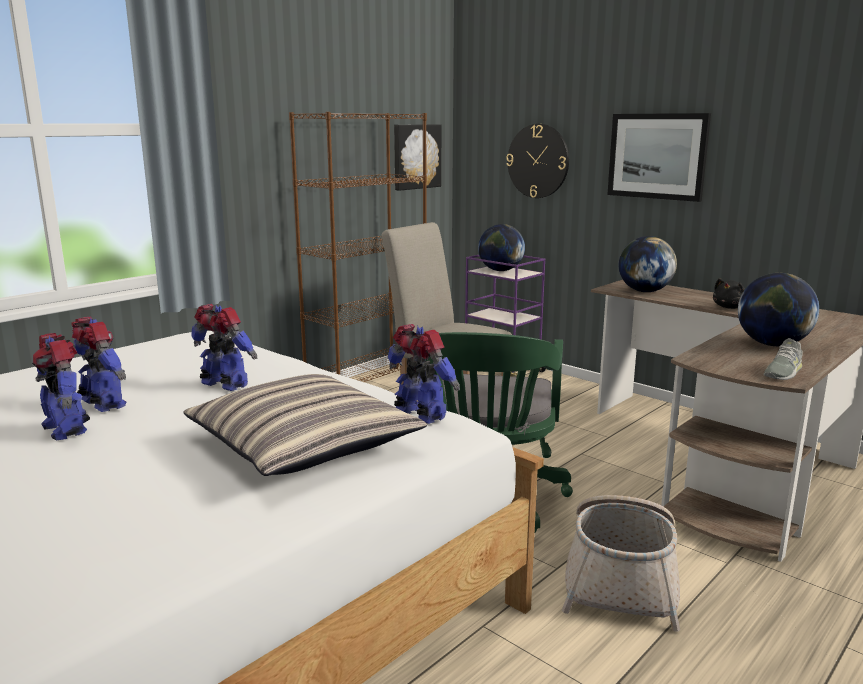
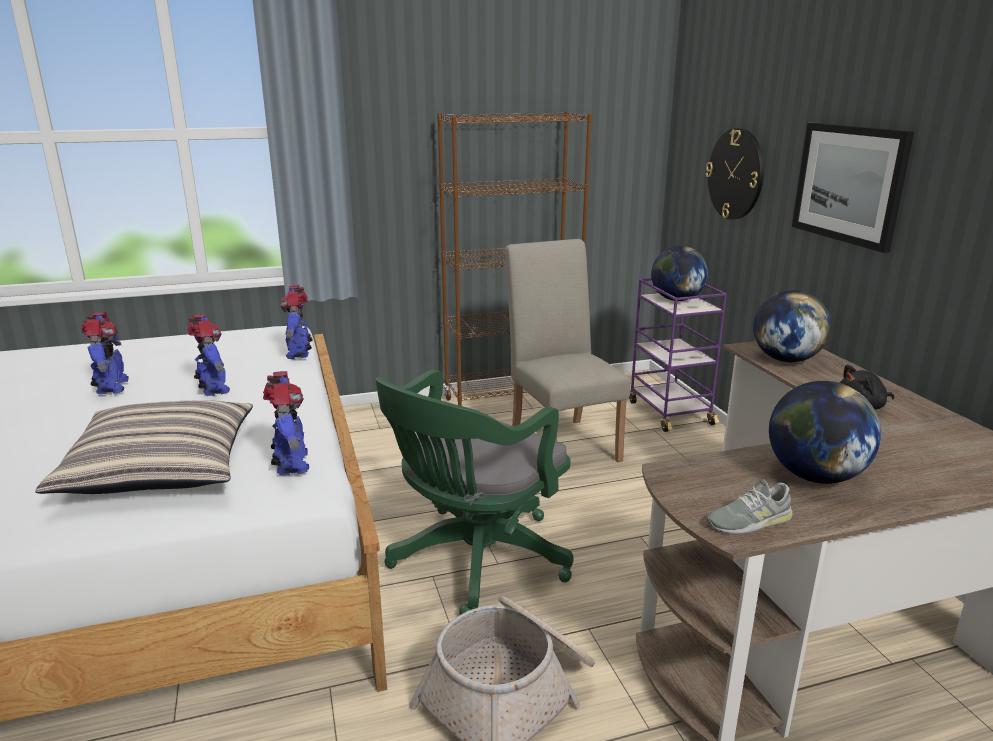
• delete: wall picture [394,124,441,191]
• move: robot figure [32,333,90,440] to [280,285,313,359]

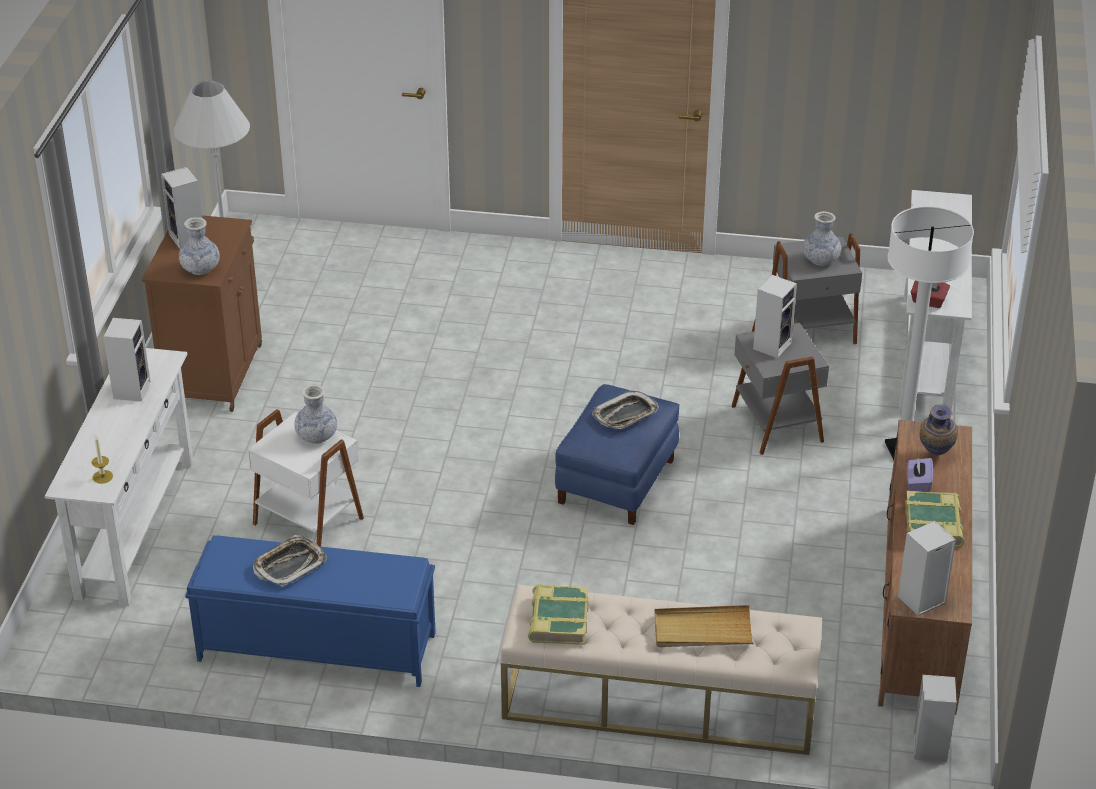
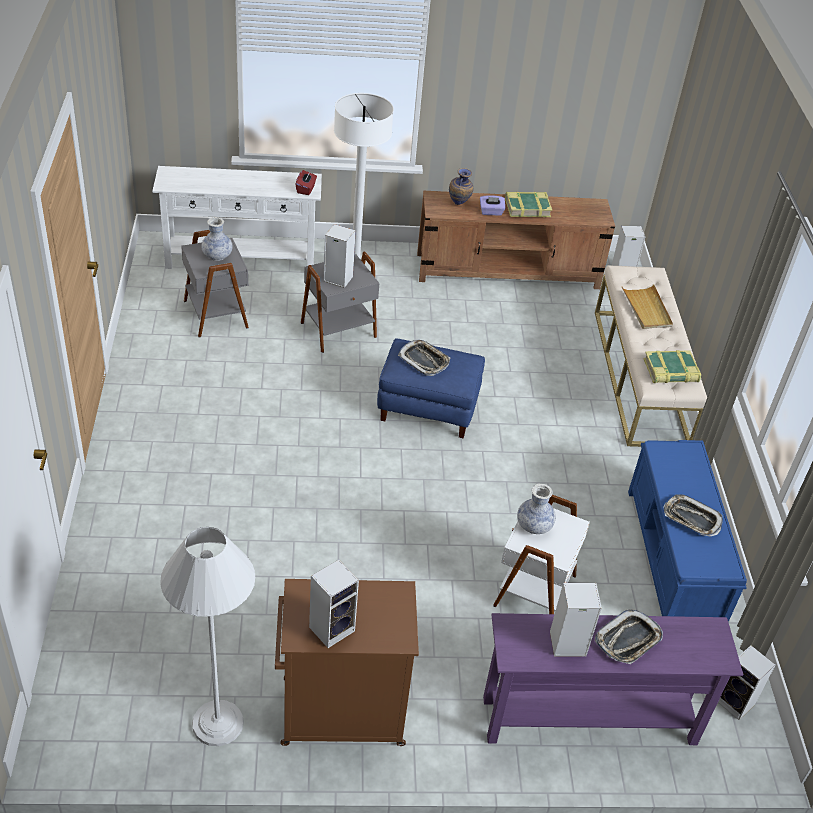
• delete: vase [179,218,220,275]
• recolor: whitish narrow table [45,348,193,606] to purple narrow table [483,613,743,745]
• delete: wax light [92,435,113,484]
• move: loudspeaker [898,521,956,616] to [718,645,775,720]
• insert: carrying tray [595,609,663,664]

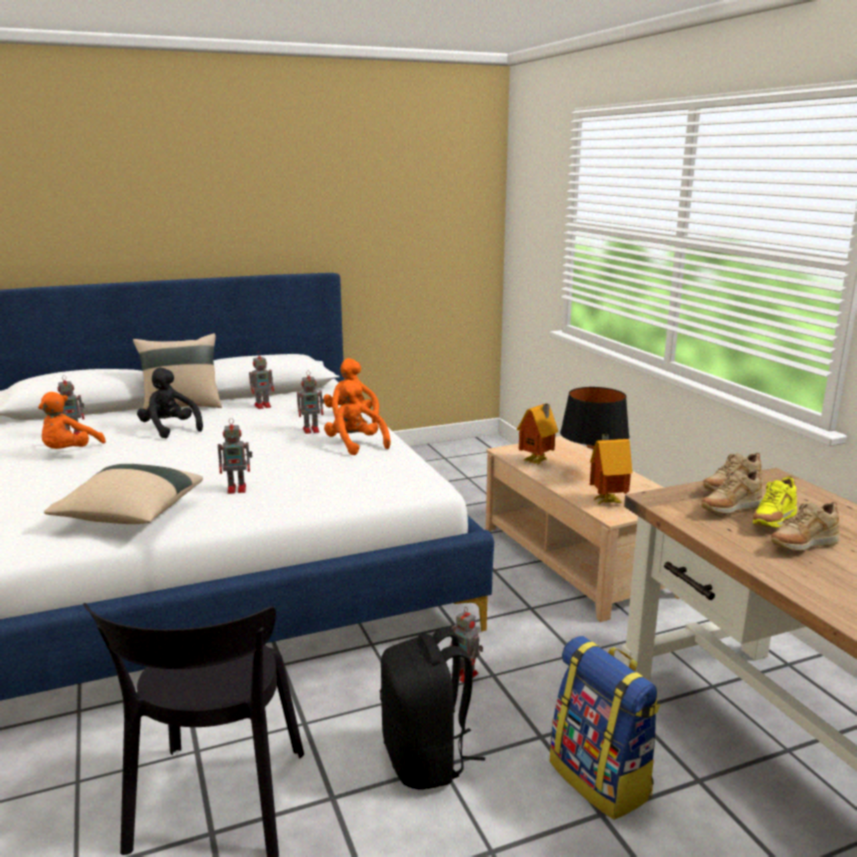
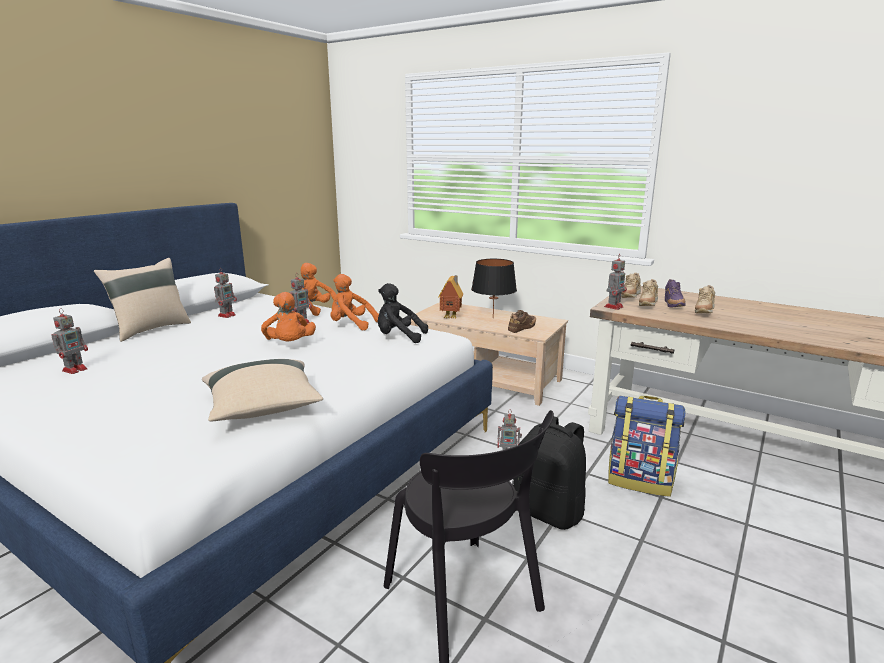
• move: black-coloured plush toy [137,368,203,438] to [378,283,428,343]
• move: orange plush toy [38,392,106,449] to [261,292,316,341]
• move: robot figure [218,418,252,494] to [604,255,627,310]
• replace: toy house [589,434,632,505] to brown-coloured shoe [508,310,536,333]
• recolor: yellow shoe [753,476,797,527] to purple shoe [665,279,686,308]

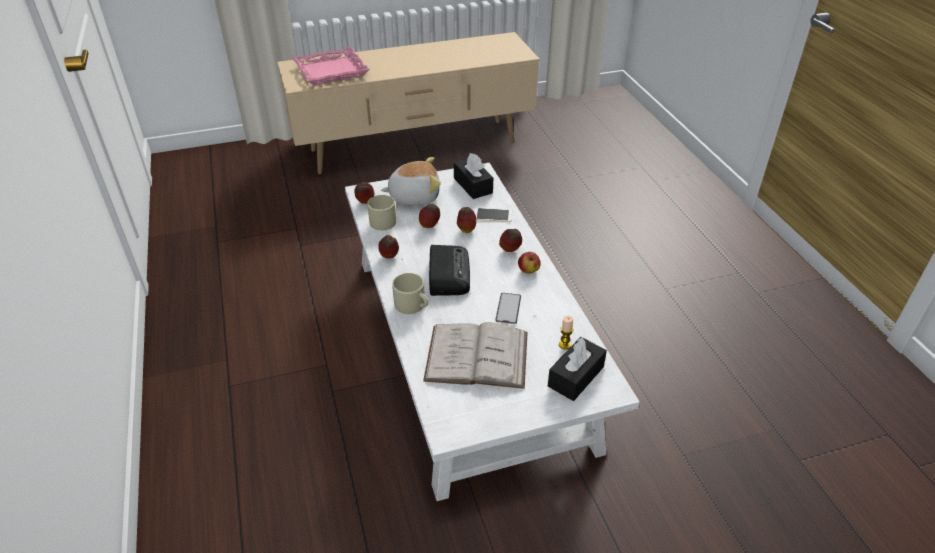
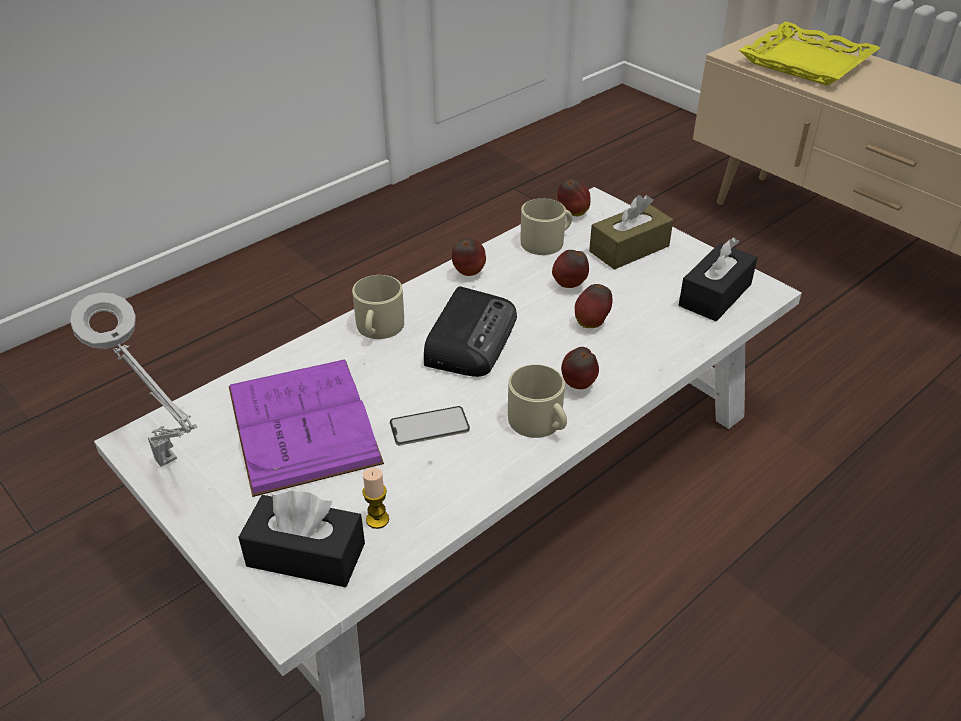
• recolor: pinkish carrying tray [293,47,370,85] to yellow carrying tray [739,21,880,86]
• replace: plush toy [381,157,441,205] to brown-coloured box of tissues [589,195,673,270]
• delete: phone [473,208,512,222]
• rotate: radio receiver [429,245,470,296] = [424,286,517,377] 45 degrees counterclockwise
• replace: apple fruit [518,252,541,274] to sand-coloured coffee mug [508,364,567,438]
• recolor: whitish book [423,322,528,389] to purple book [228,359,384,497]
• insert: gray lamp for a table [70,293,198,467]

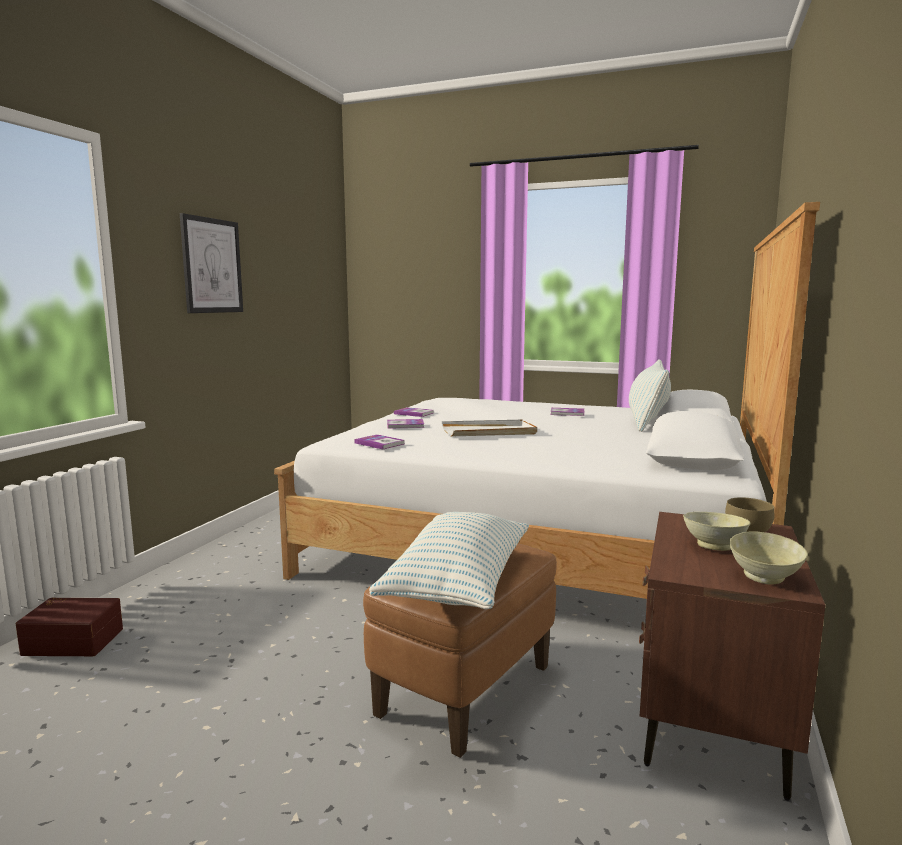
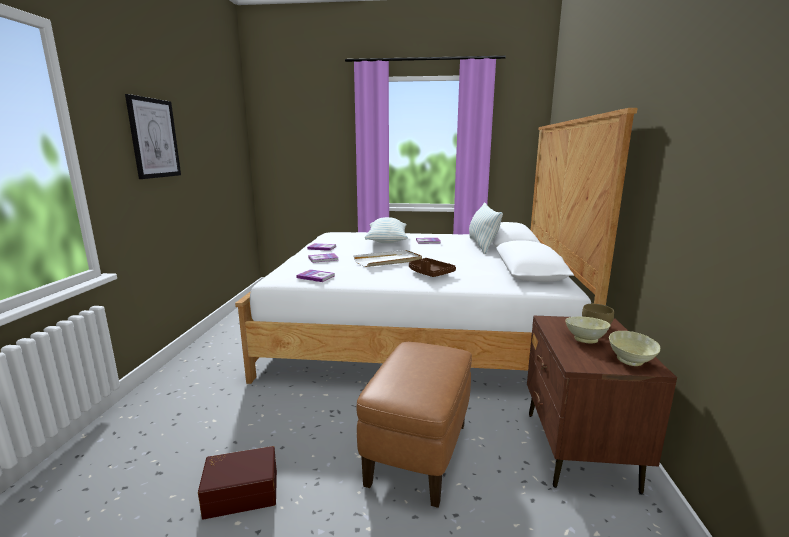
• move: cushion [369,512,529,609] to [365,217,408,243]
• move: brown-coloured storage box [16,598,123,656] to [198,446,277,519]
• insert: brown-coloured carrying tray [409,258,456,277]

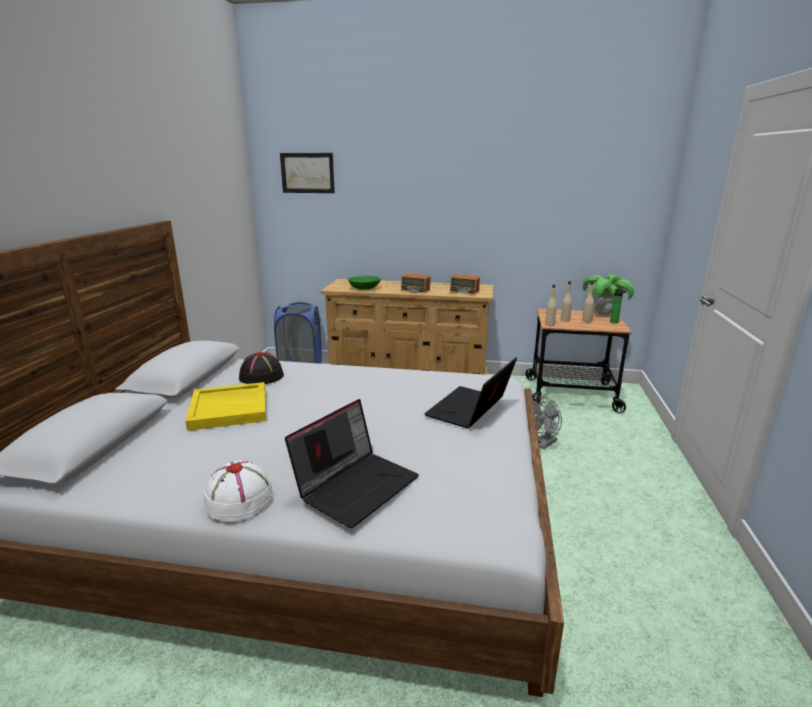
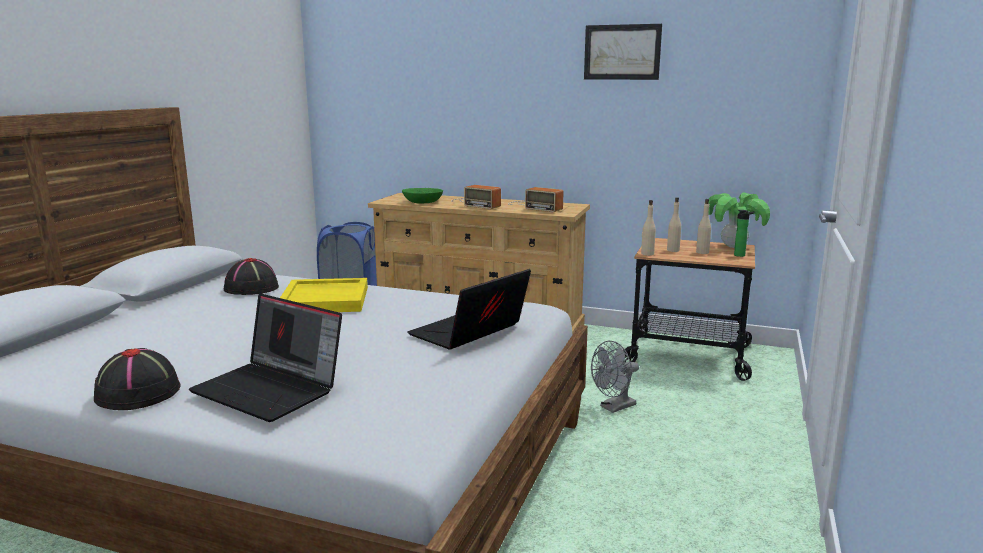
• move: wall picture [280,153,335,193] to [584,24,662,80]
• move: yellow carrying tray [186,382,266,431] to [280,278,368,312]
• rotate: laptop [285,399,419,528] = [189,293,342,422] 75 degrees clockwise
• recolor: whitish wearable hat [204,460,274,521] to black-coloured wearable hat [94,348,181,410]

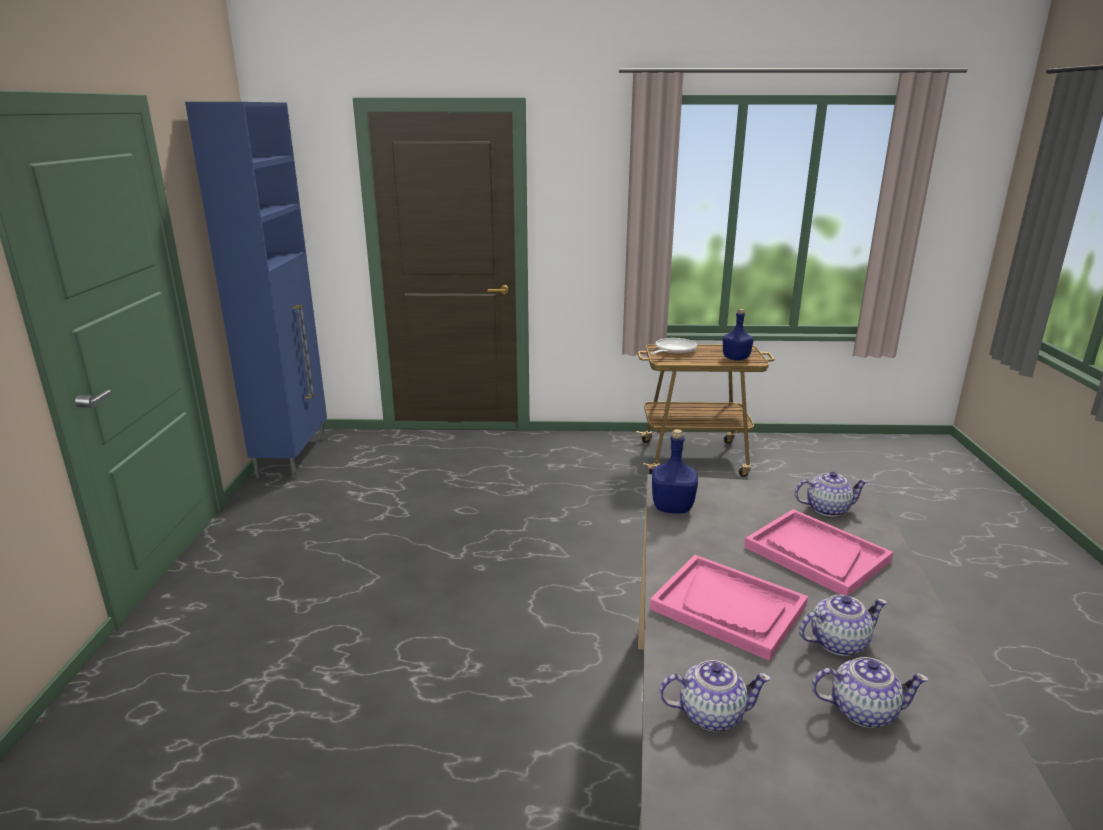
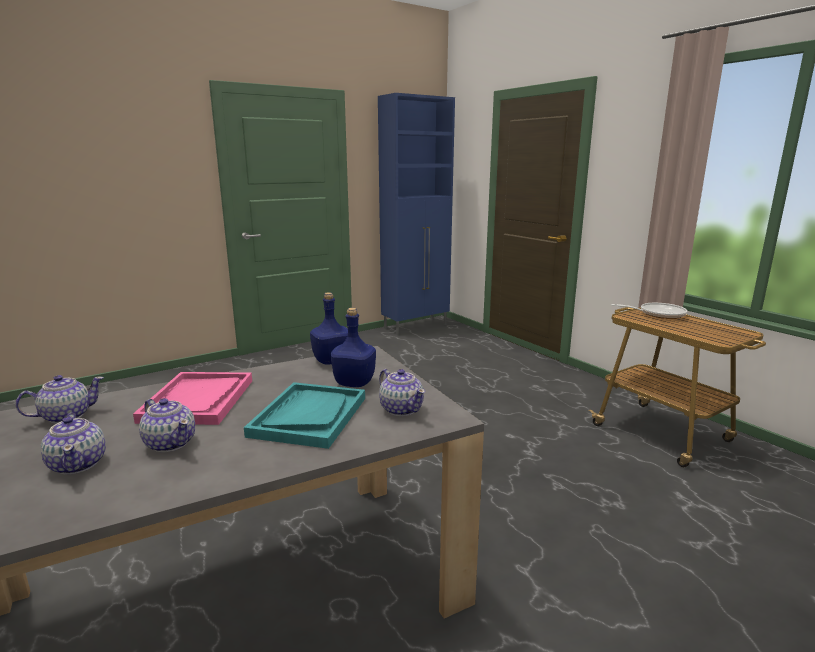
• move: blue-coloured beverage bottle [723,309,754,361] to [331,308,376,387]
• recolor: pinkish carrying tray [744,509,893,596] to blue-green carrying tray [244,382,365,449]
• rotate: teapot [659,660,771,731] = [16,375,104,424] 90 degrees counterclockwise

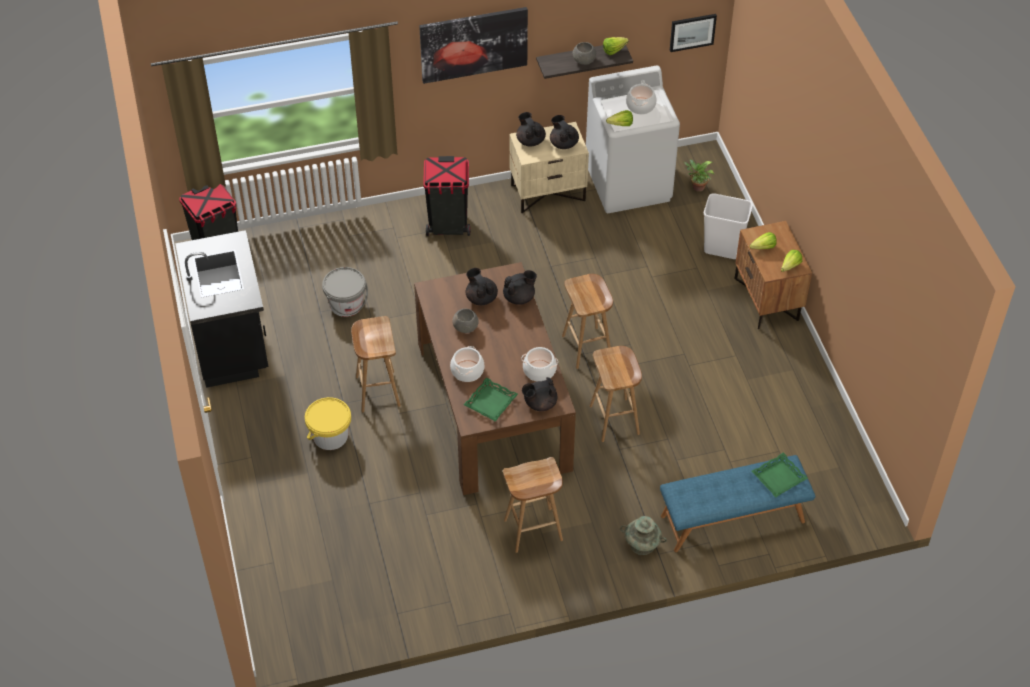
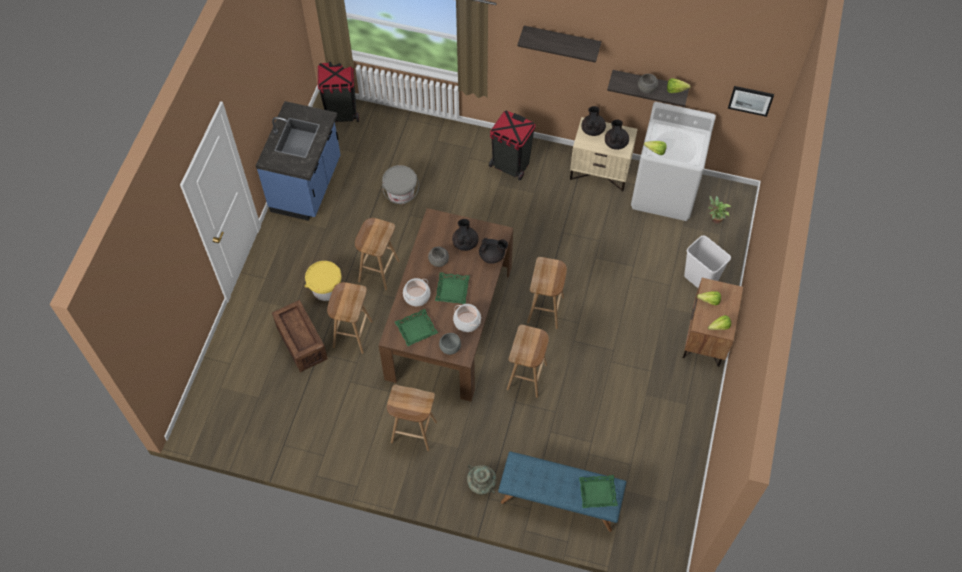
• replace: wall picture [419,7,528,84] to shelf [517,26,601,63]
• delete: saucepot [626,83,657,114]
• recolor: black-coloured counter [175,230,268,388] to blue-coloured counter [256,101,341,221]
• replace: black-coloured teapot [522,377,558,411] to gray deep dish [439,333,461,355]
• insert: greenish carrying tray [435,272,470,304]
• insert: brown-coloured sitting stool [327,282,373,354]
• insert: packing crate [272,300,328,372]

